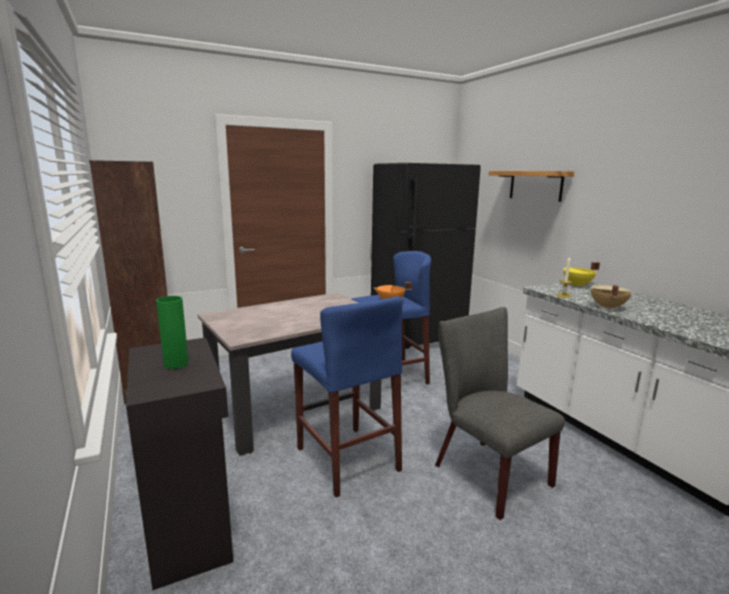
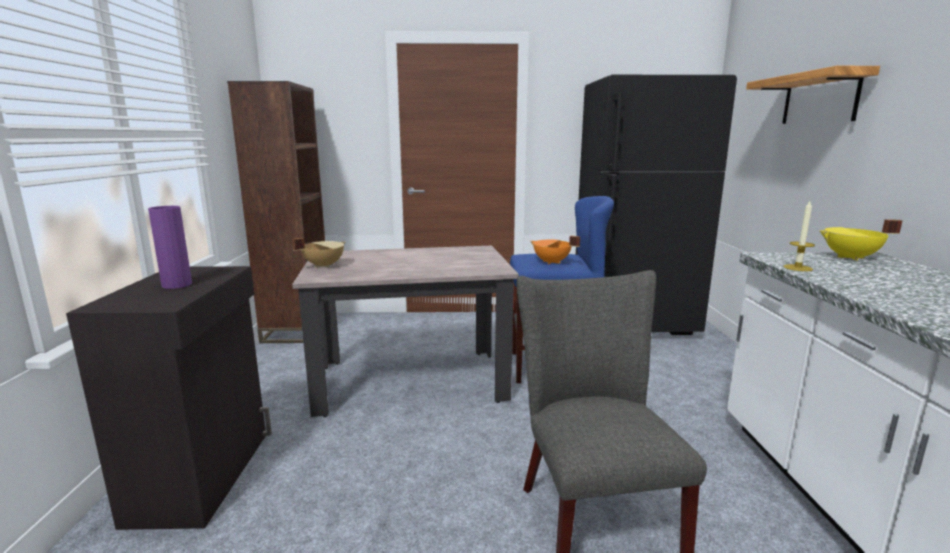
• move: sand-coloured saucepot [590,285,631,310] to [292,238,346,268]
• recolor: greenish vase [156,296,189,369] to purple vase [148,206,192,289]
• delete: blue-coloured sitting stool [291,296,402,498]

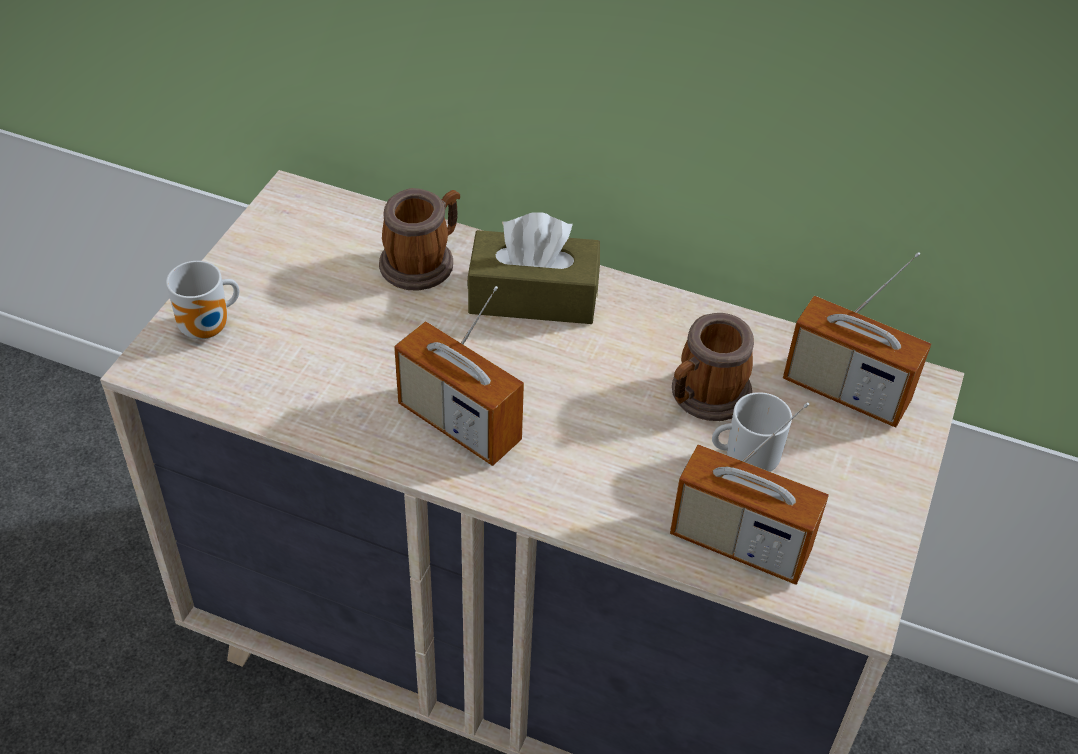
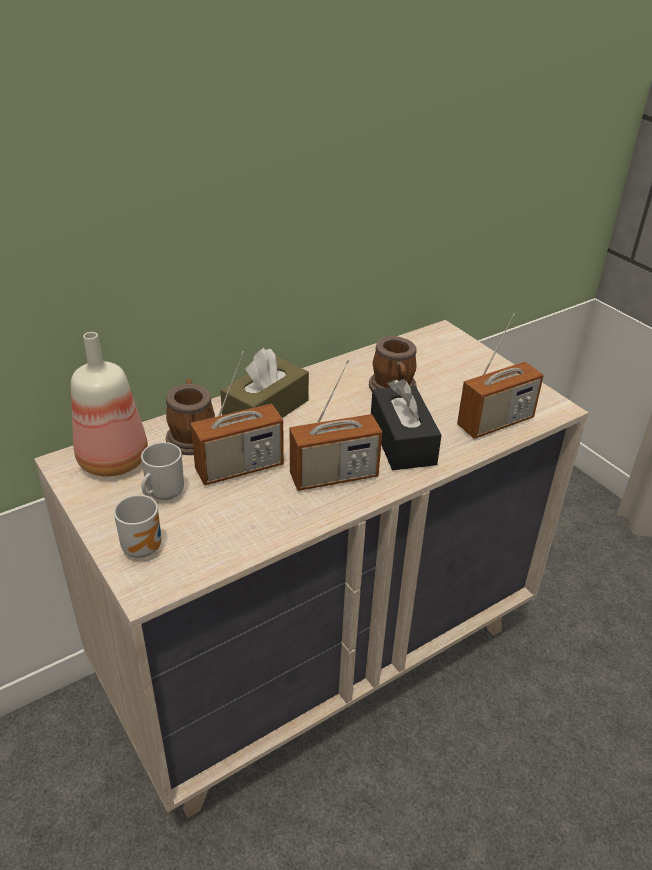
• move: radio receiver [783,252,931,428] to [191,351,284,486]
• move: coffee mug [712,392,792,472] to [141,442,184,500]
• insert: beverage bottle [71,332,148,477]
• insert: black-coloured box of tissues [371,379,442,470]

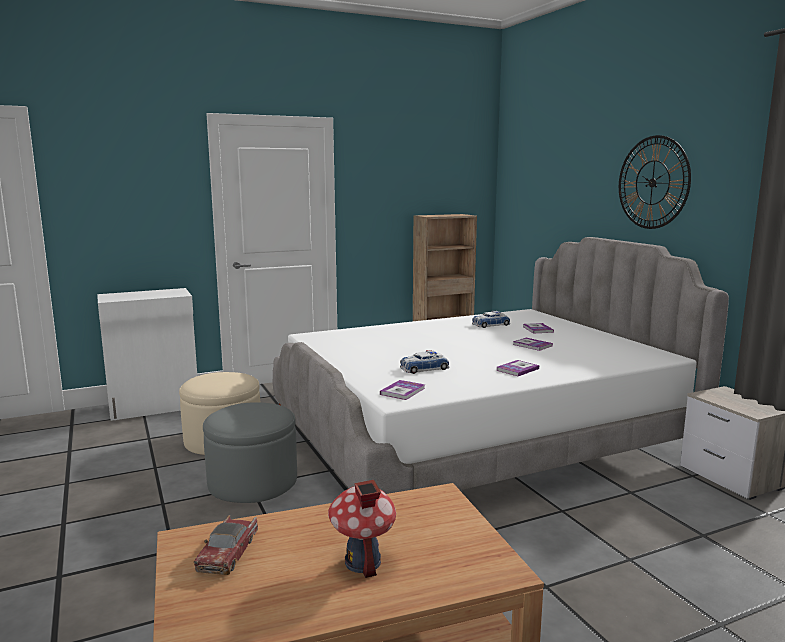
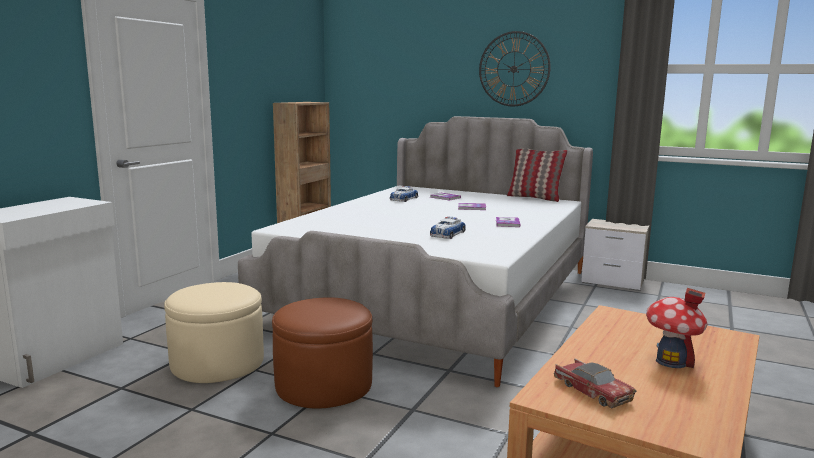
• delete: book [380,380,425,400]
• recolor: gray footrest [203,402,297,503] to brown-coloured footrest [272,297,373,409]
• insert: cushion [507,148,568,202]

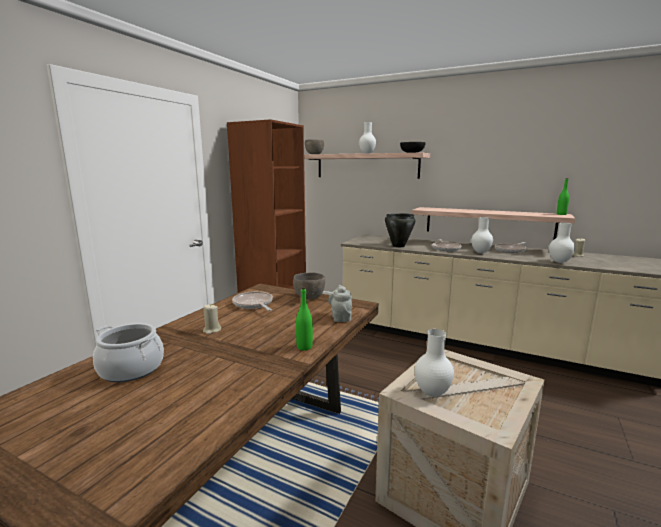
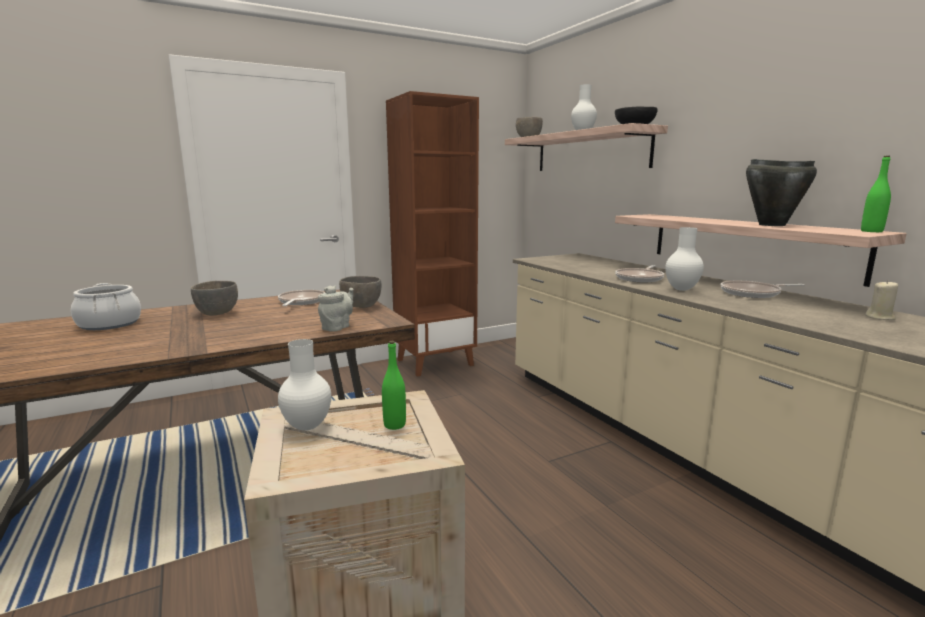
• move: black-coloured saucepot [385,214,415,247] to [746,159,817,226]
• delete: whitish vase [549,223,575,263]
• move: greenish beverage bottle [296,287,313,351] to [382,341,406,430]
• replace: sand-coloured wax light [203,305,221,334] to gray deep dish [191,281,238,315]

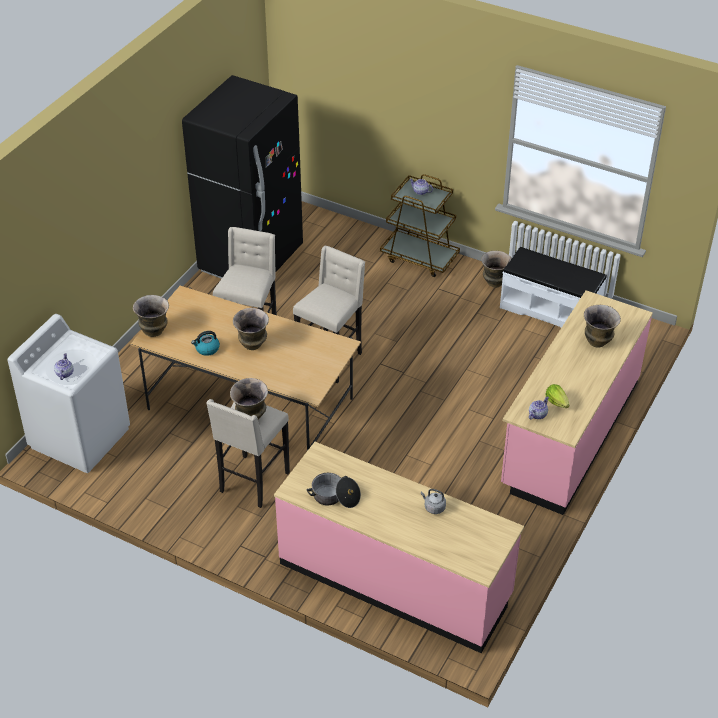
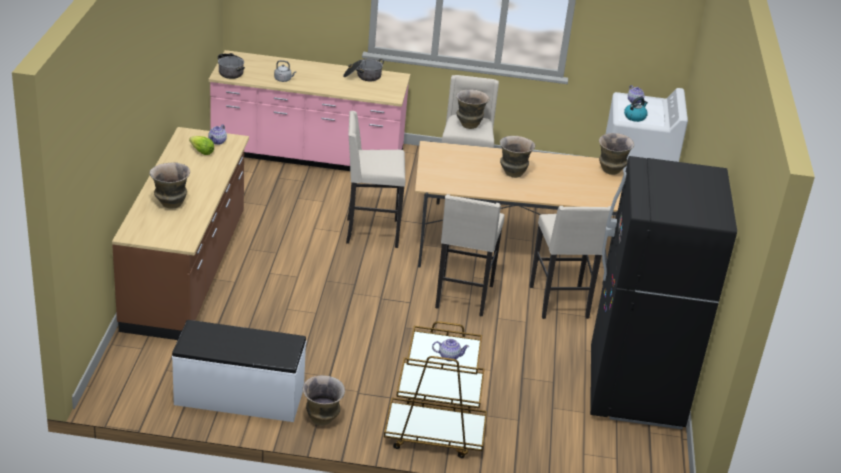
• recolor: pinkish counter [501,290,653,515] to brown-coloured counter [112,127,249,340]
• move: kettle [191,331,220,356] to [624,97,648,122]
• insert: saucepot [218,53,245,79]
• insert: sand-coloured sitting stool [346,111,405,248]

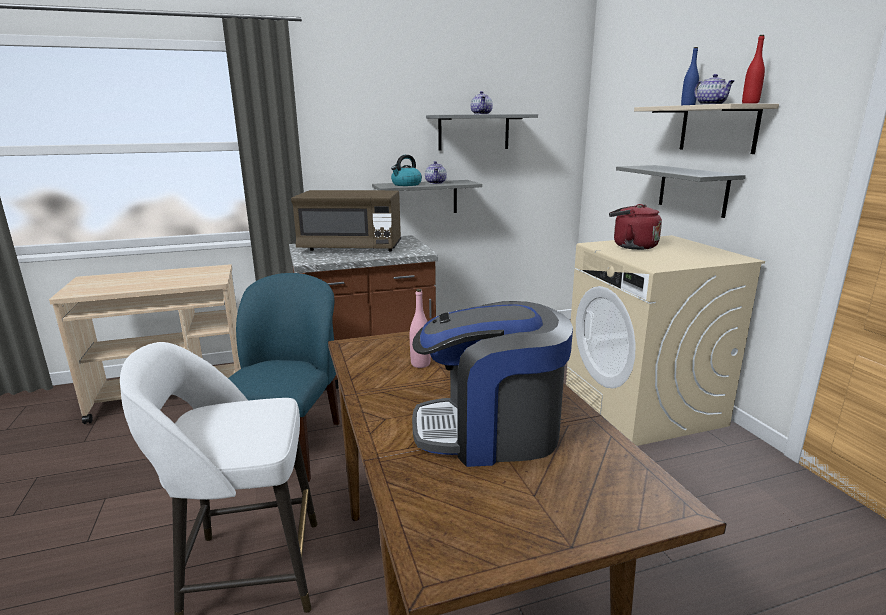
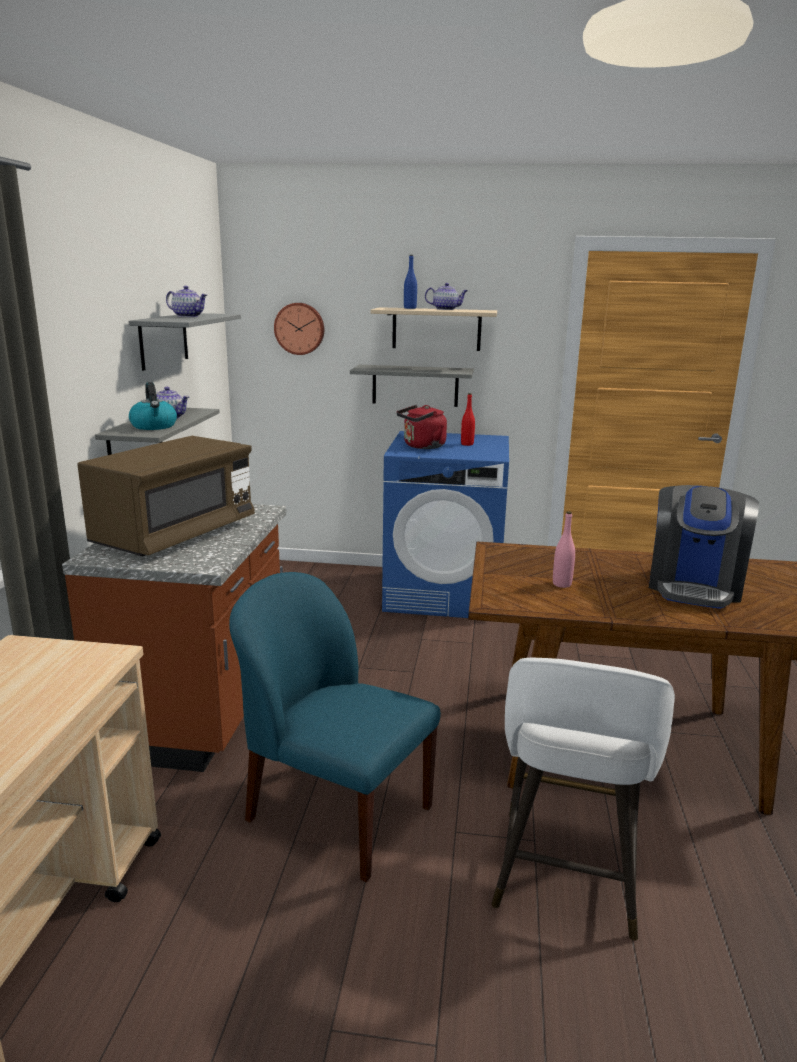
• move: red beverage bottle [742,35,765,104] to [461,393,475,446]
• recolor: sand-coloured laundry machine [566,235,765,446] to blue-coloured laundry machine [382,431,509,618]
• insert: hanging clock [274,303,324,355]

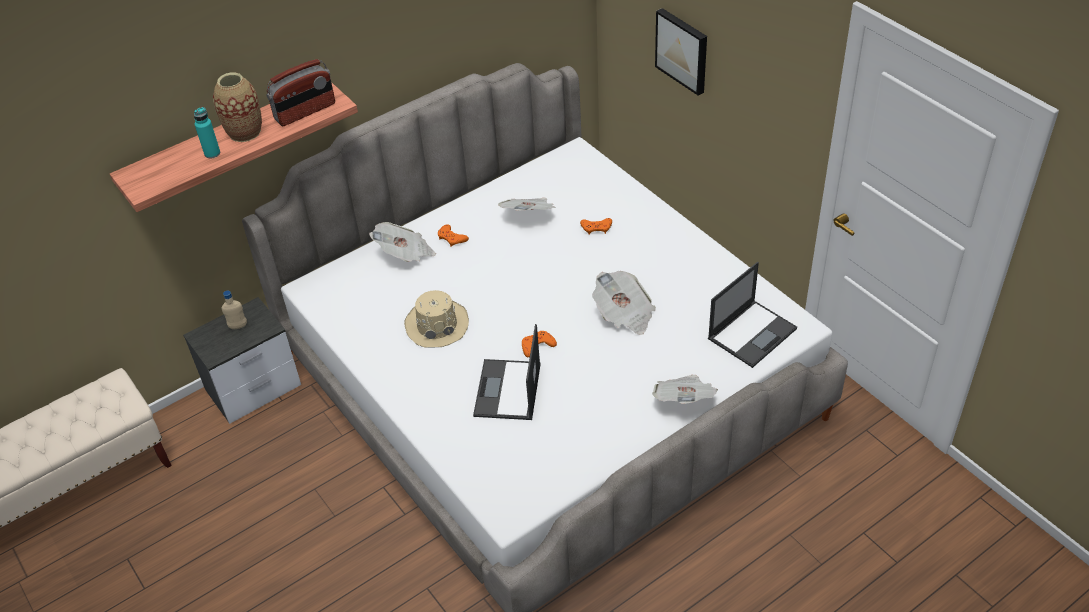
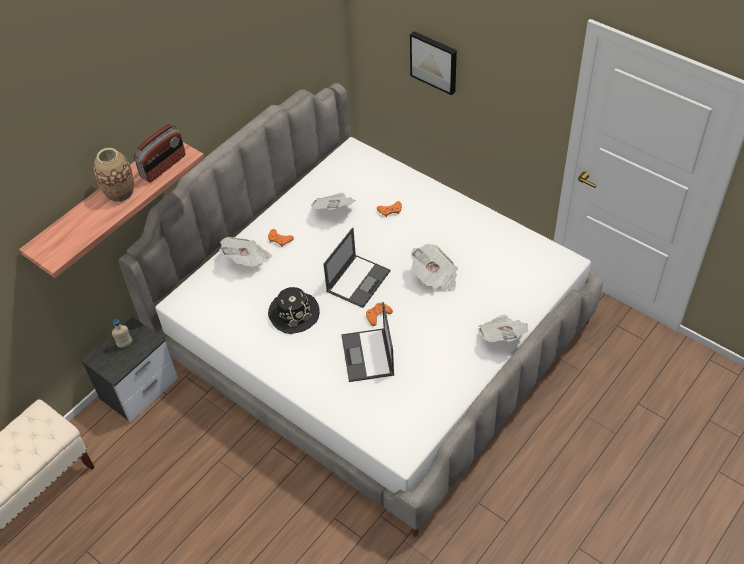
• delete: blue-green beverage bottle [194,107,220,158]
• move: laptop [708,262,797,368] to [323,227,390,308]
• recolor: sand-coloured wearable hat [404,290,469,347] to black-coloured wearable hat [268,287,320,334]

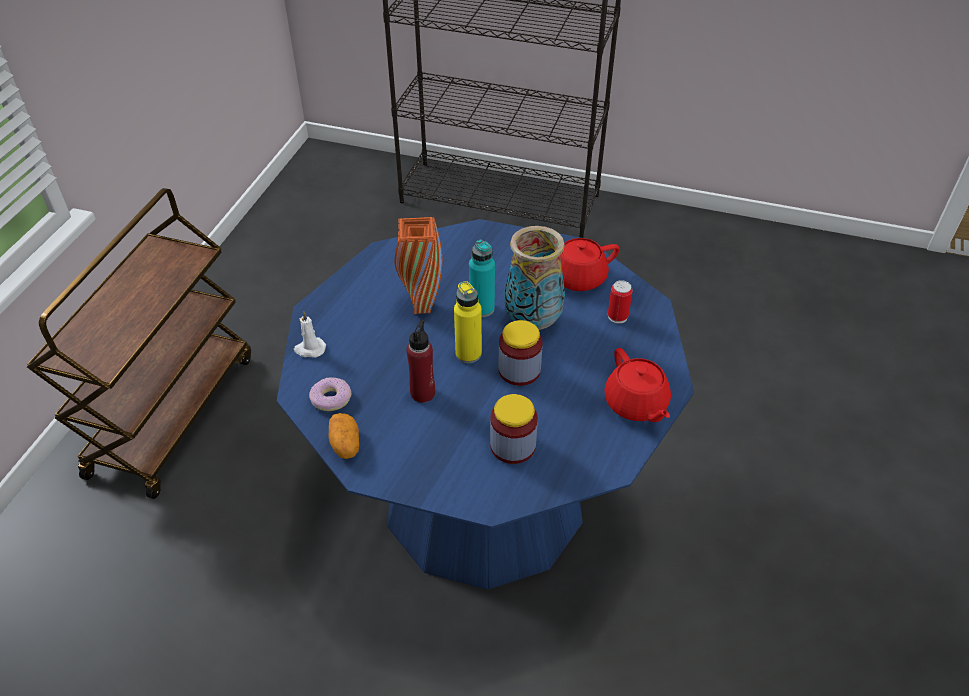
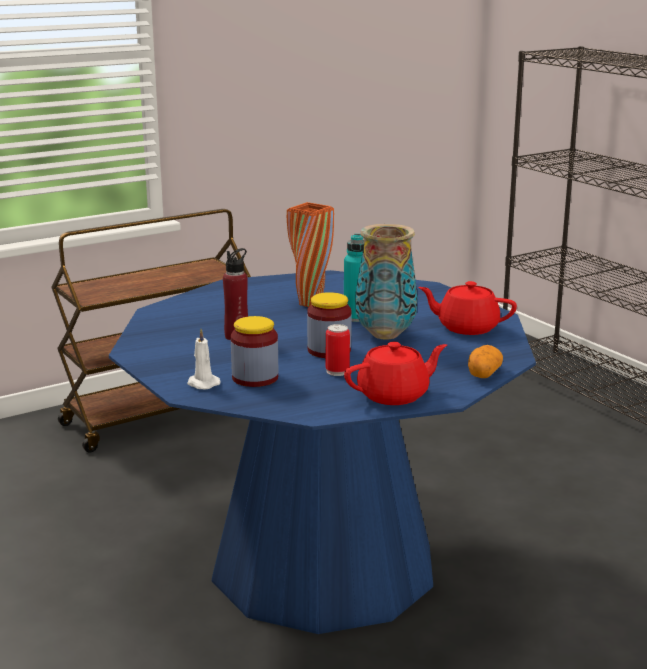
• move: sealed can [608,280,633,323] to [326,324,350,376]
• delete: yellow beverage bottle [454,281,482,363]
• move: whitish wax light [294,311,326,358] to [187,329,221,390]
• rotate: red teapot [604,348,671,422] = [344,342,447,405] 135 degrees counterclockwise
• delete: doughnut [309,377,351,411]
• move: spud [328,413,359,459] to [468,345,503,378]

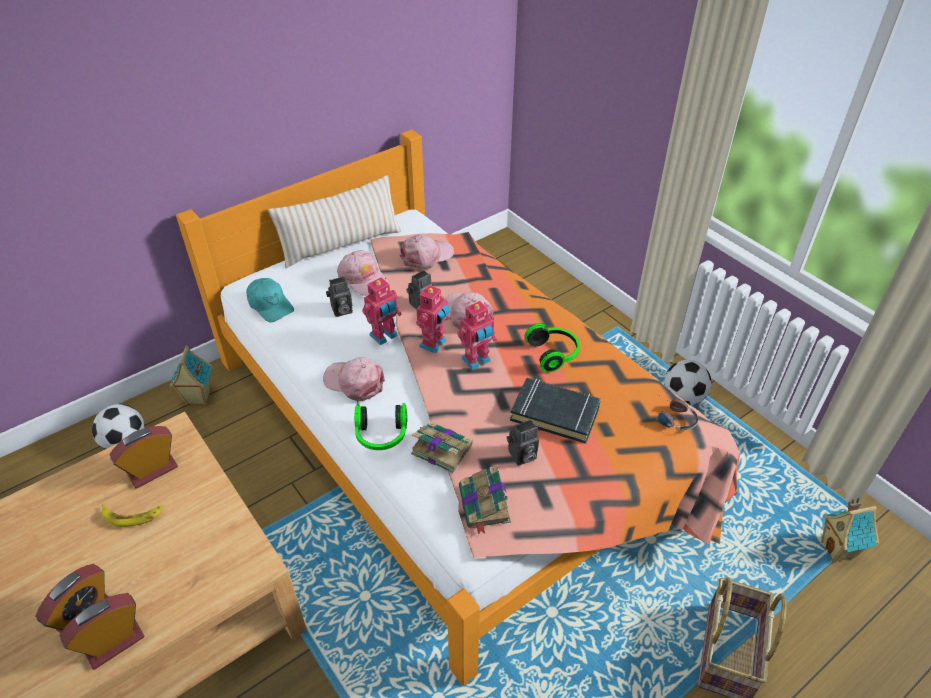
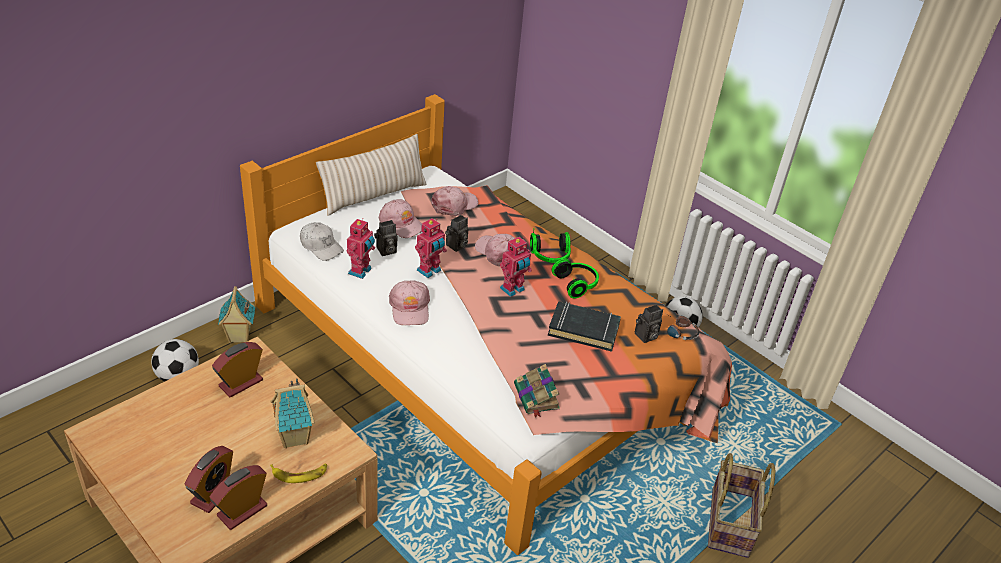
• recolor: blue-green cap [246,278,294,322] to whitish cap [300,222,344,261]
• move: robot figure [416,284,450,354] to [347,218,375,279]
• rotate: pinkish cap [323,357,385,401] = [389,280,430,325] 120 degrees counterclockwise
• move: headset [354,399,408,450] to [530,230,571,263]
• move: photo camera [507,420,539,465] to [635,305,663,343]
• delete: book [411,422,473,473]
• move: toy house [821,497,879,562] to [271,378,315,449]
• move: whole banana [102,504,163,527] to [270,464,327,483]

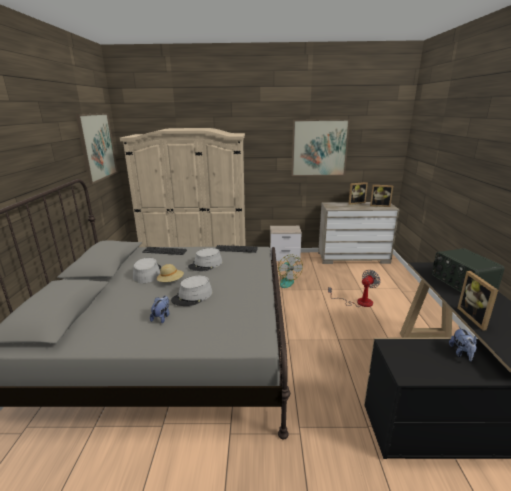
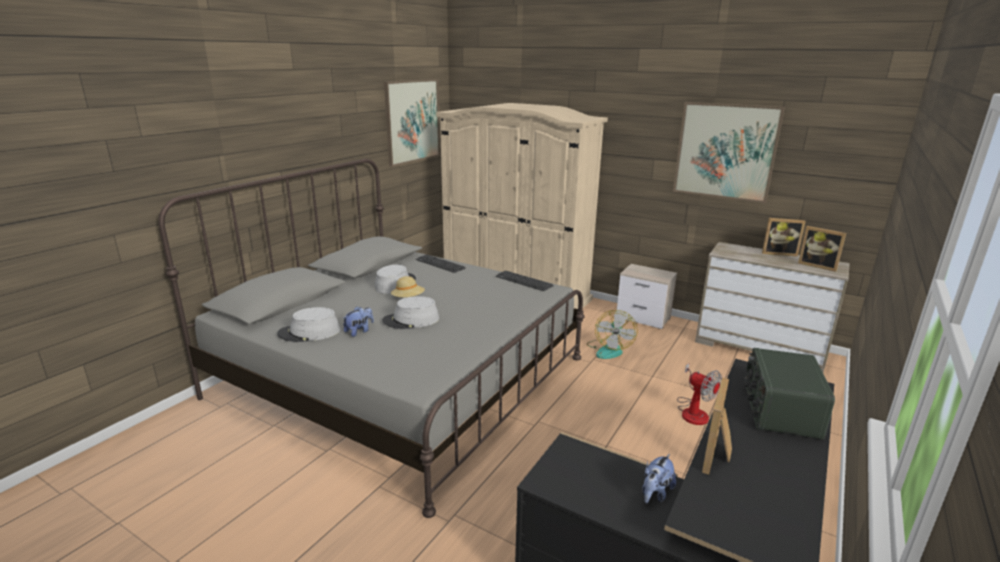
• move: gray wearable hat [188,248,222,271] to [277,307,340,342]
• rotate: fan [328,270,380,307] = [677,363,722,425] 60 degrees clockwise

